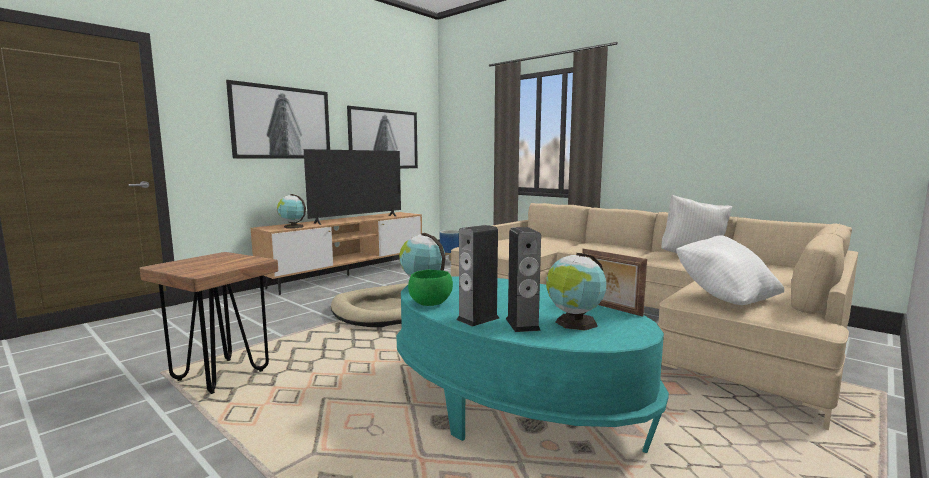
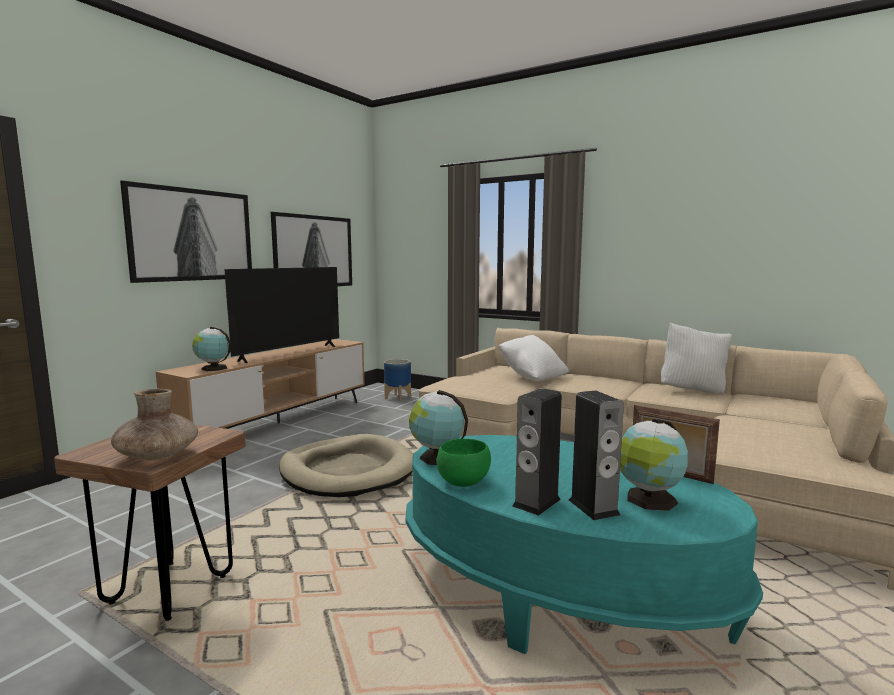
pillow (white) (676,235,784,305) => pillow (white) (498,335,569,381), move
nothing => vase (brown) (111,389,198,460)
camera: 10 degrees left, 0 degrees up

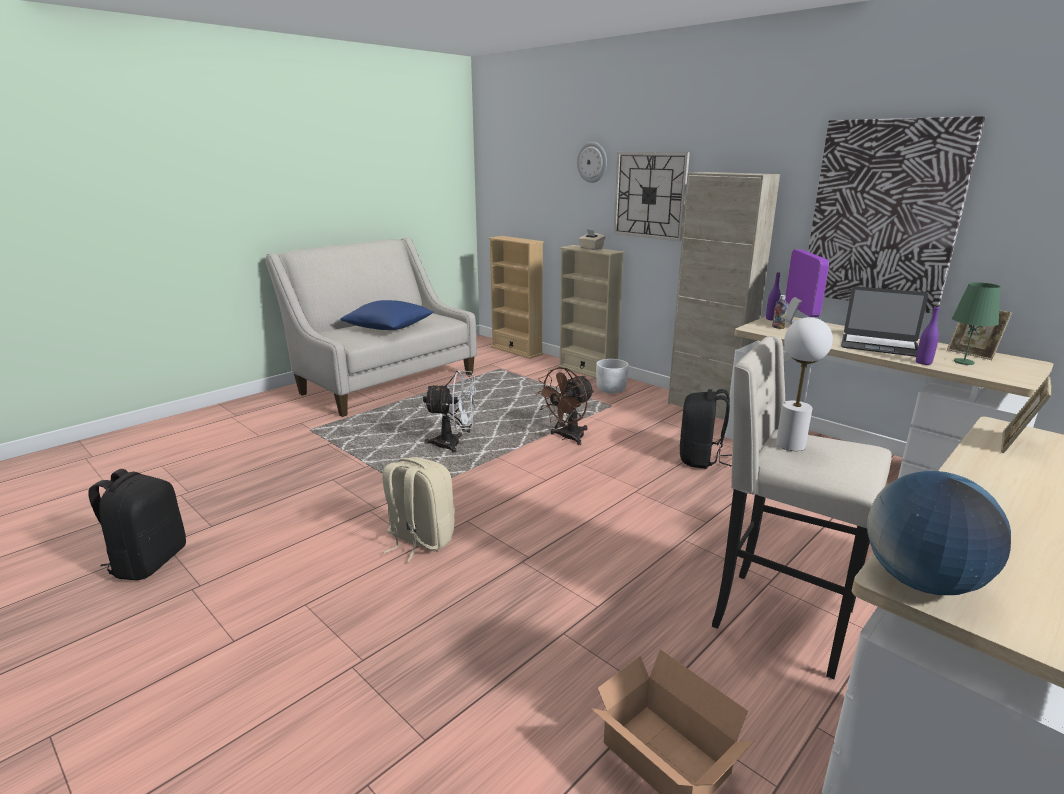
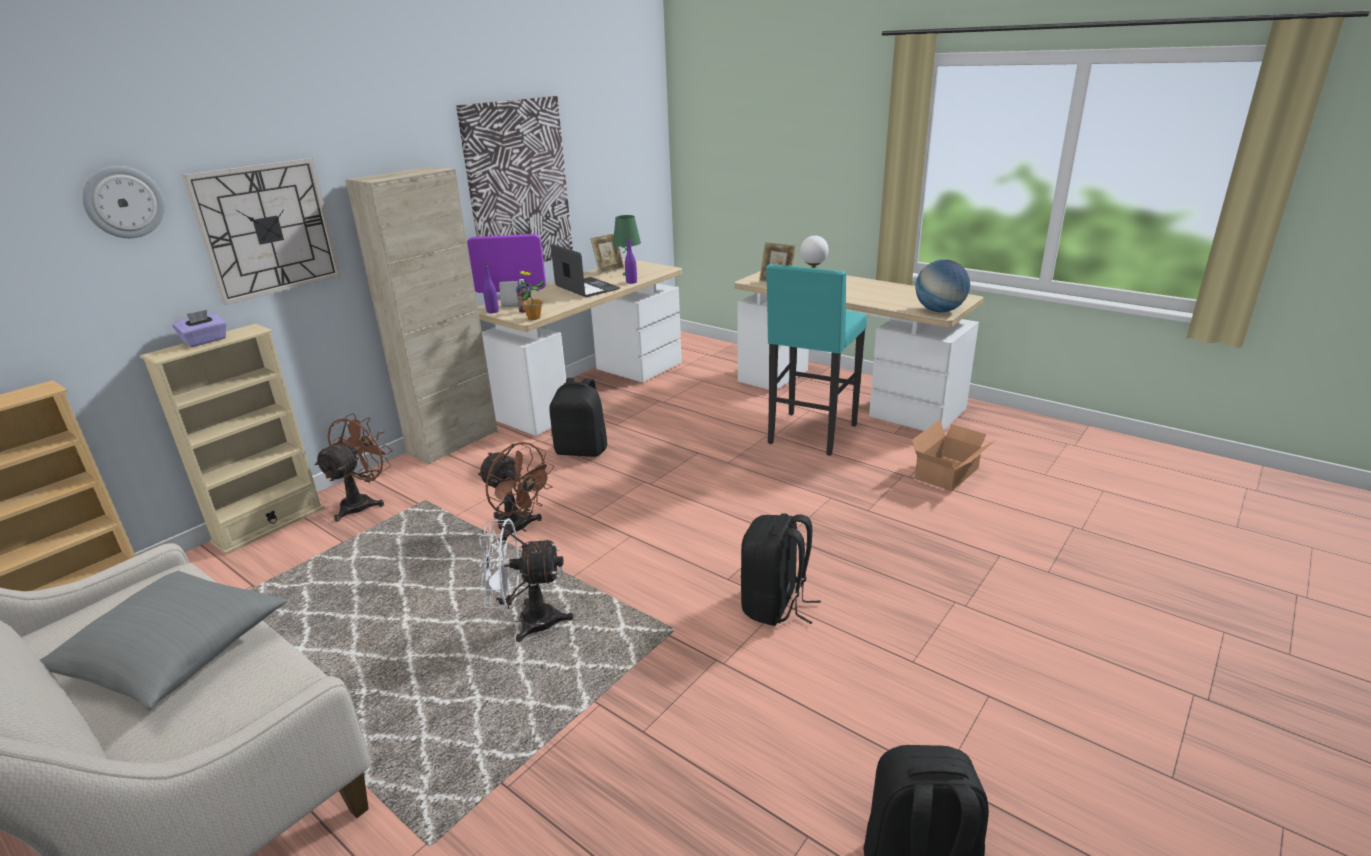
tissue box (beige) (578,229,606,250) => tissue box (purple) (172,310,226,347)
laptop (841,286,928,357) => laptop (551,244,620,297), 60 degrees counterclockwise
pillow (blue) (340,300,434,330) => pillow (grey) (40,571,288,710)
stool (beige) (712,336,892,679) => stool (turquoise) (766,264,867,456)
planter (white) (596,359,629,393) => fan (brown) (314,413,392,522)
fan (white) (423,370,476,453) => fan (white) (477,518,574,642), 90 degrees counterclockwise
backpack (beige) (382,457,455,563) => backpack (black) (741,513,821,626)
nothing => potted plant (518,271,544,320)
camera: 95 degrees left, 5 degrees up

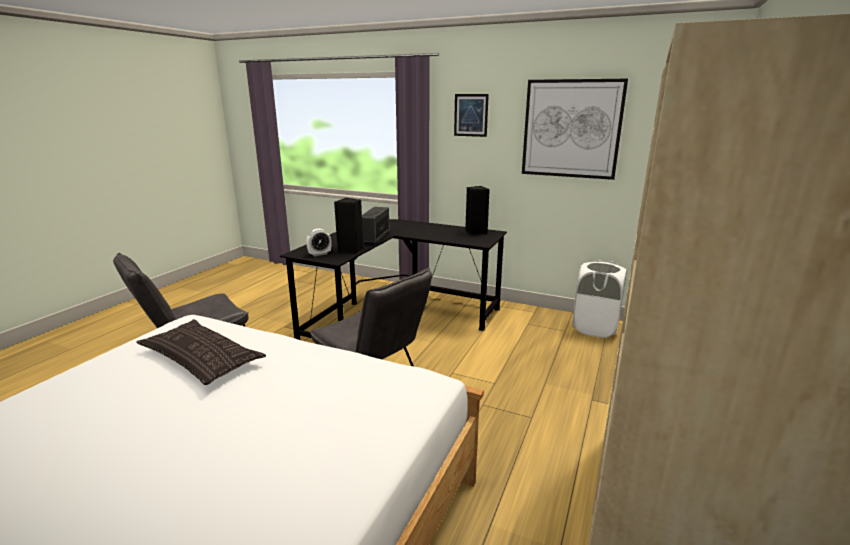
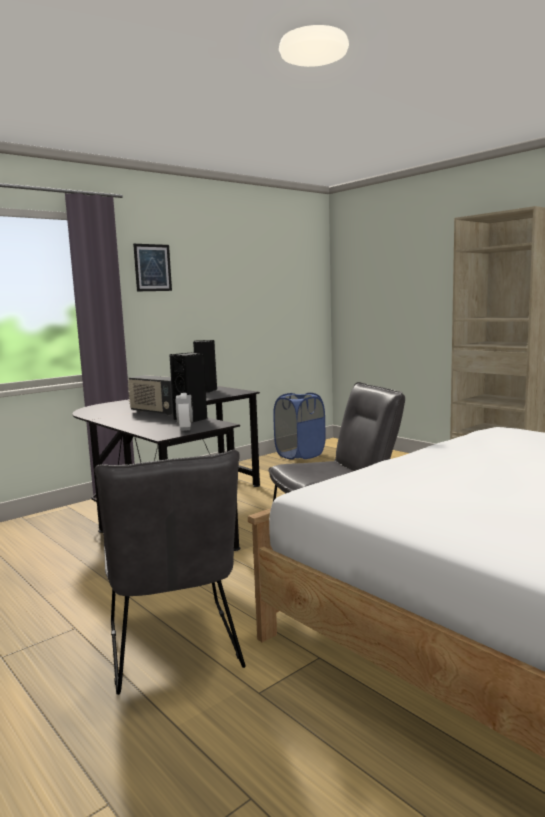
picture (522,79,628,180) => nothing
laundry basket (white) (572,260,627,338) => laundry basket (blue) (273,393,326,459)
pillow (136,319,266,385) => nothing
camera: 65 degrees left, 10 degrees down

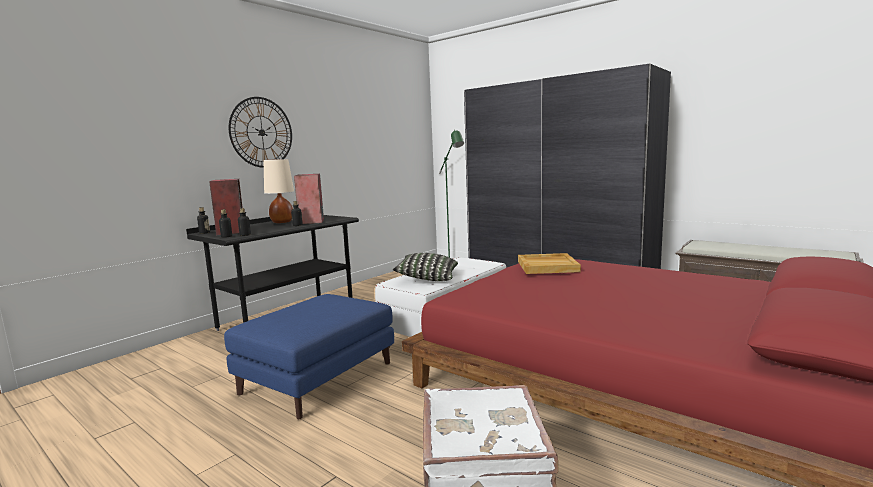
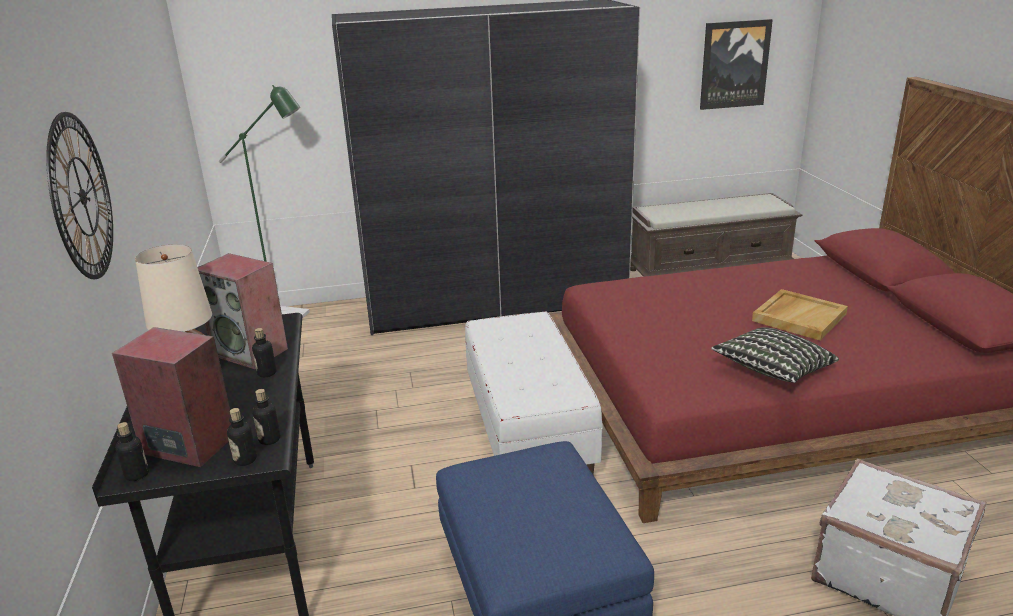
pillow (393,253,458,281) => pillow (711,327,839,383), move
tray (beige) (518,253,581,274) => tray (beige) (752,289,848,341), move
nothing => picture (700,19,773,110)
camera: 50 degrees left, 15 degrees up

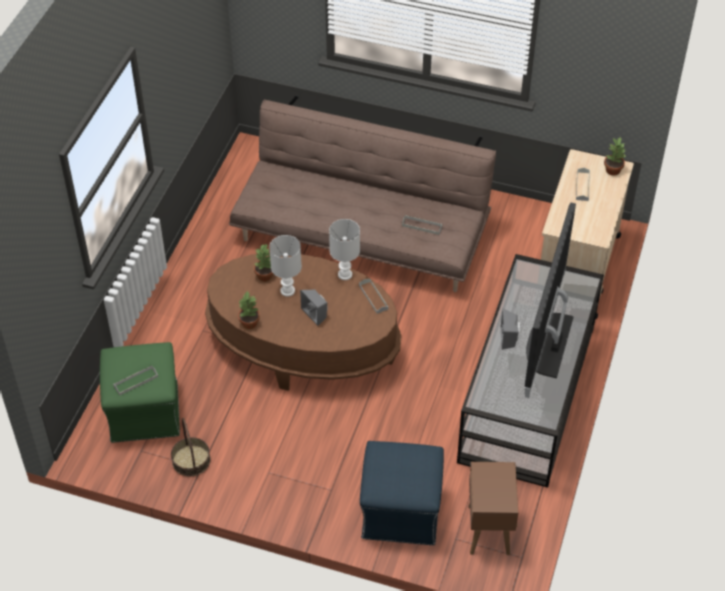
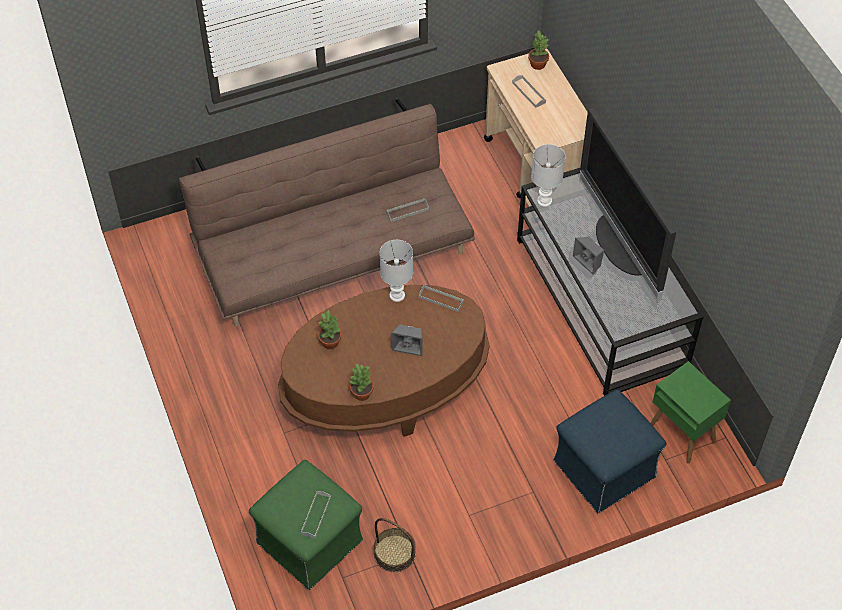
table lamp (white) (269,235,302,297) => table lamp (white) (531,144,565,207), move
side table (brown) (468,462,518,555) => side table (green) (650,361,731,464)
camera: 40 degrees left, 5 degrees up

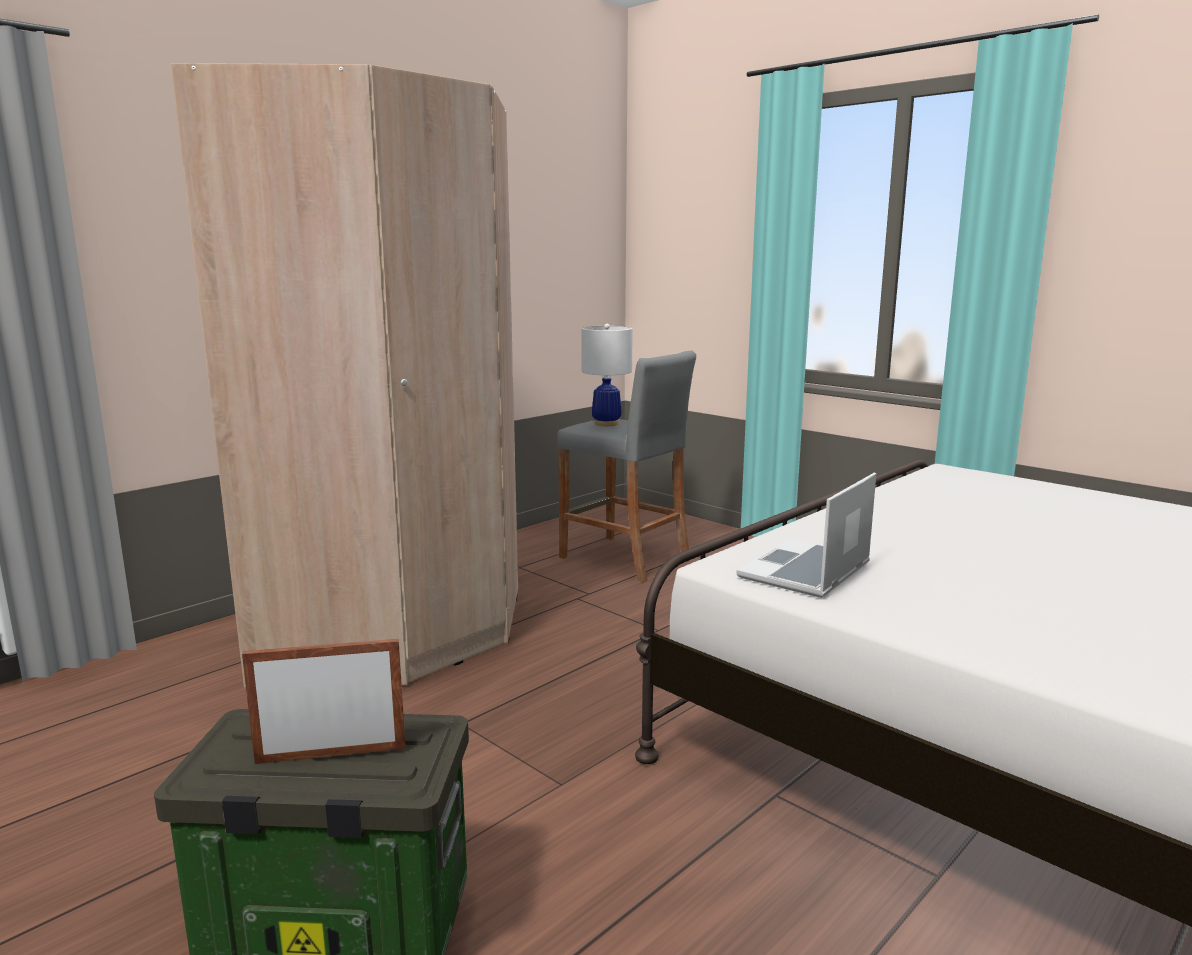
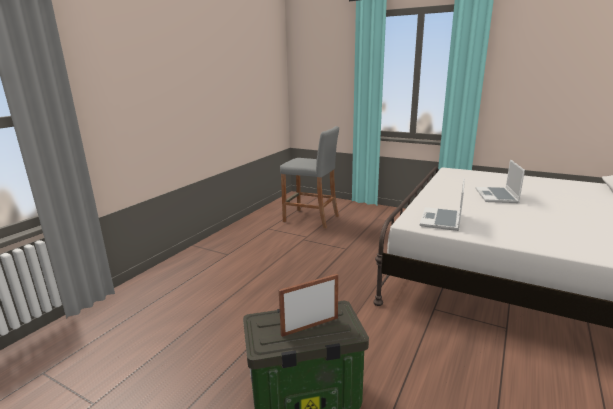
wardrobe (beige) (171,63,518,688) => nothing
table lamp (white) (581,324,633,426) => nothing
nothing => laptop (475,159,525,203)
camera: 15 degrees left, 5 degrees up

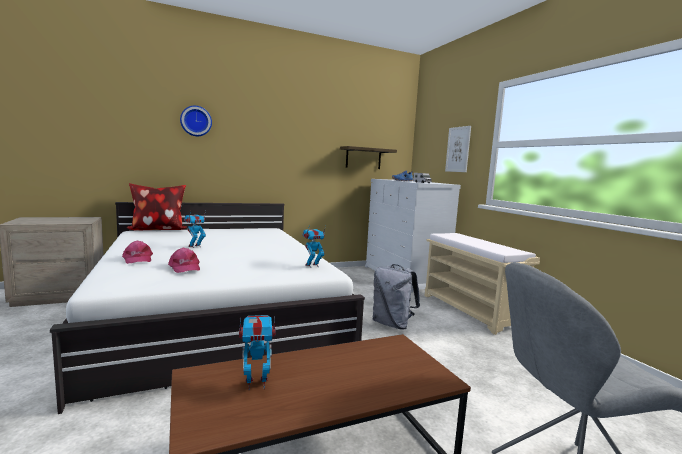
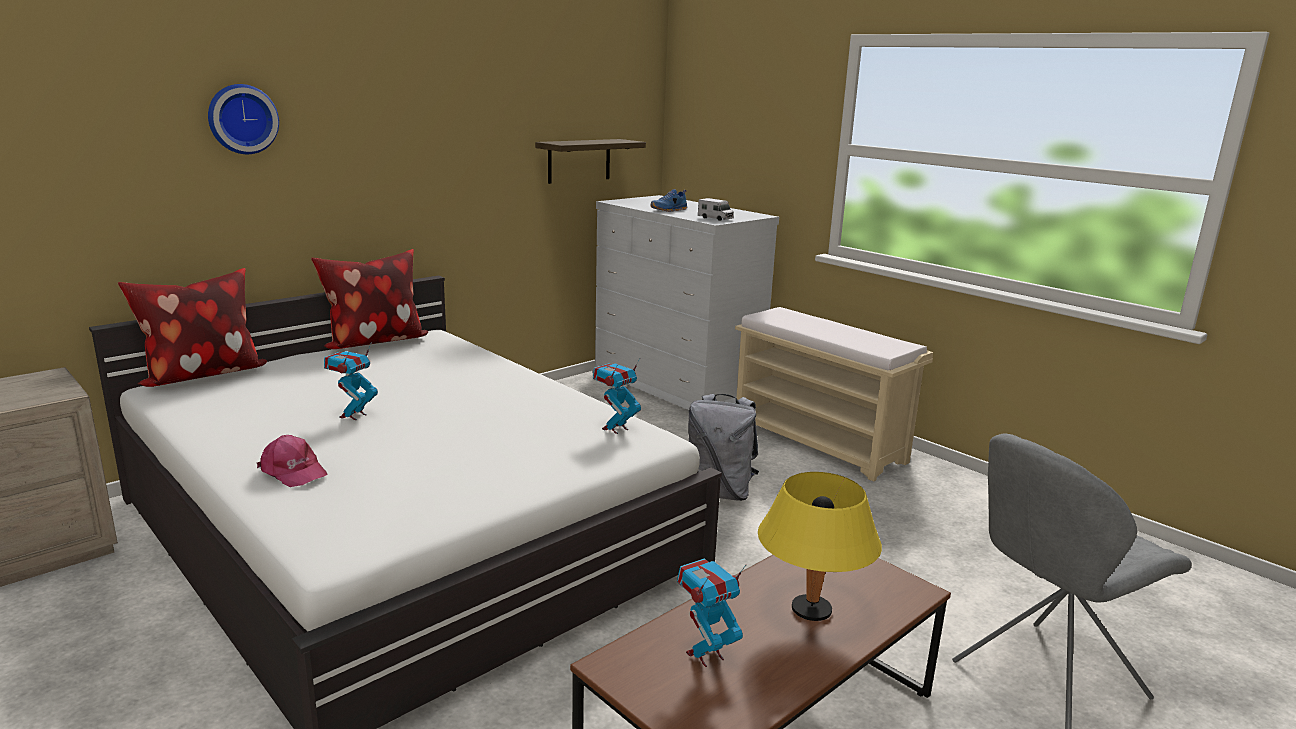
picture (445,126,471,172) => nothing
cap (pink) (168,248,200,273) => nothing
nothing => pillow (311,249,428,349)
nothing => table lamp (yellow) (758,472,882,621)
camera: 20 degrees left, 10 degrees up

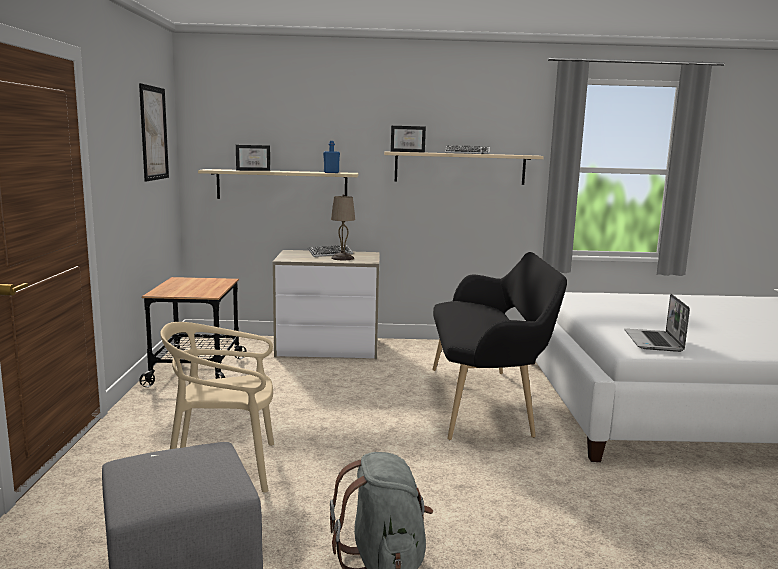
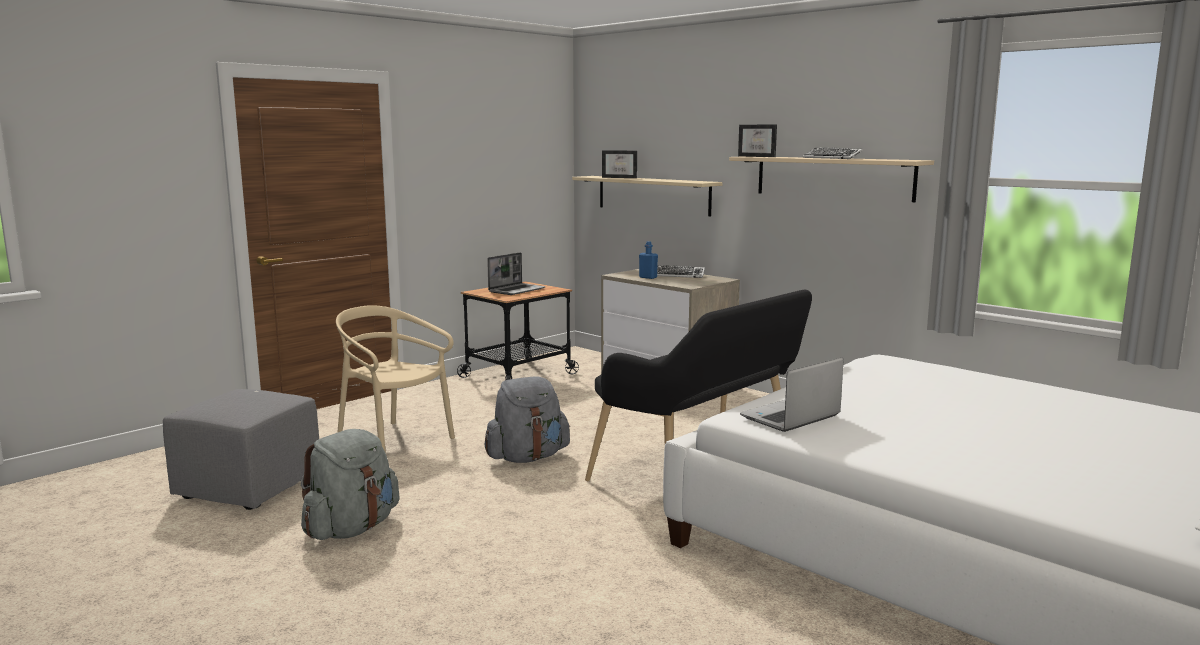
picture (139,83,169,181) => nothing
bottle (blue) (323,141,340,173) => bottle (blue) (639,241,658,279), move
table lamp (beige) (331,194,355,260) => nothing
nothing => laptop (487,252,546,295)
nothing => backpack (grey) (484,377,570,463)
camera: 45 degrees right, 0 degrees up

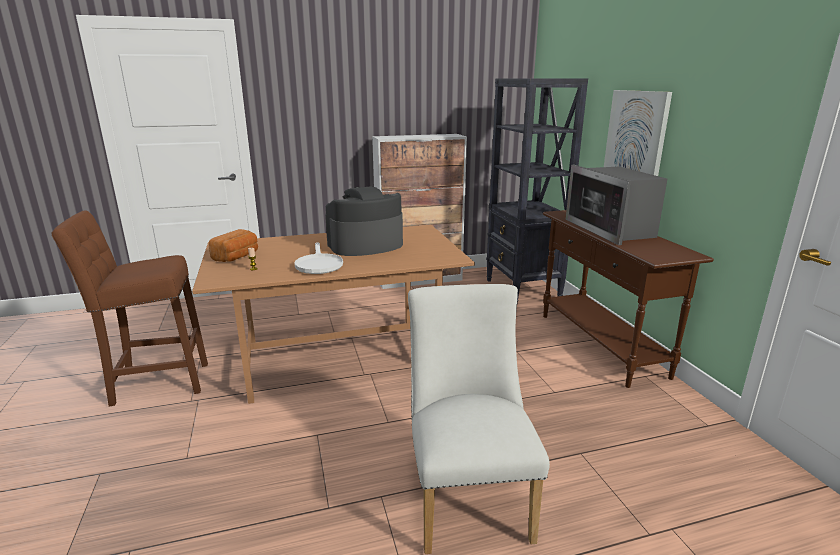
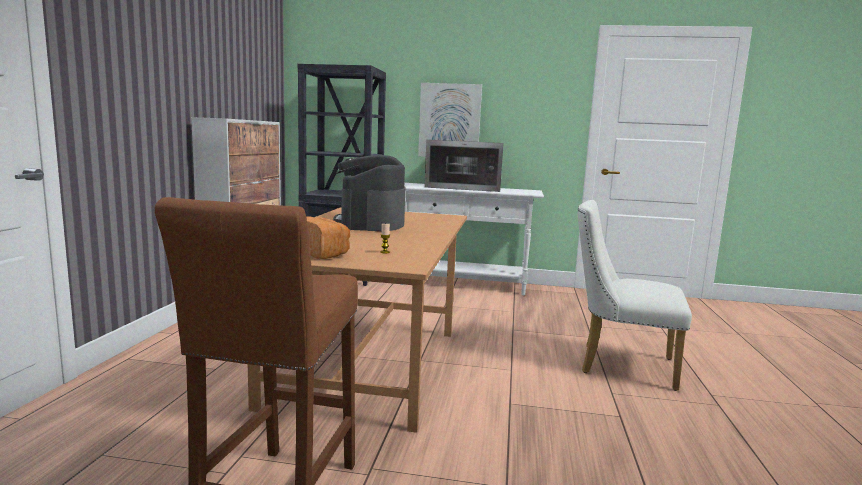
console table (brown) (543,210,714,388) => console table (white) (400,183,544,295)
frying pan (white) (294,242,343,274) => nothing
camera: 65 degrees left, 10 degrees down

